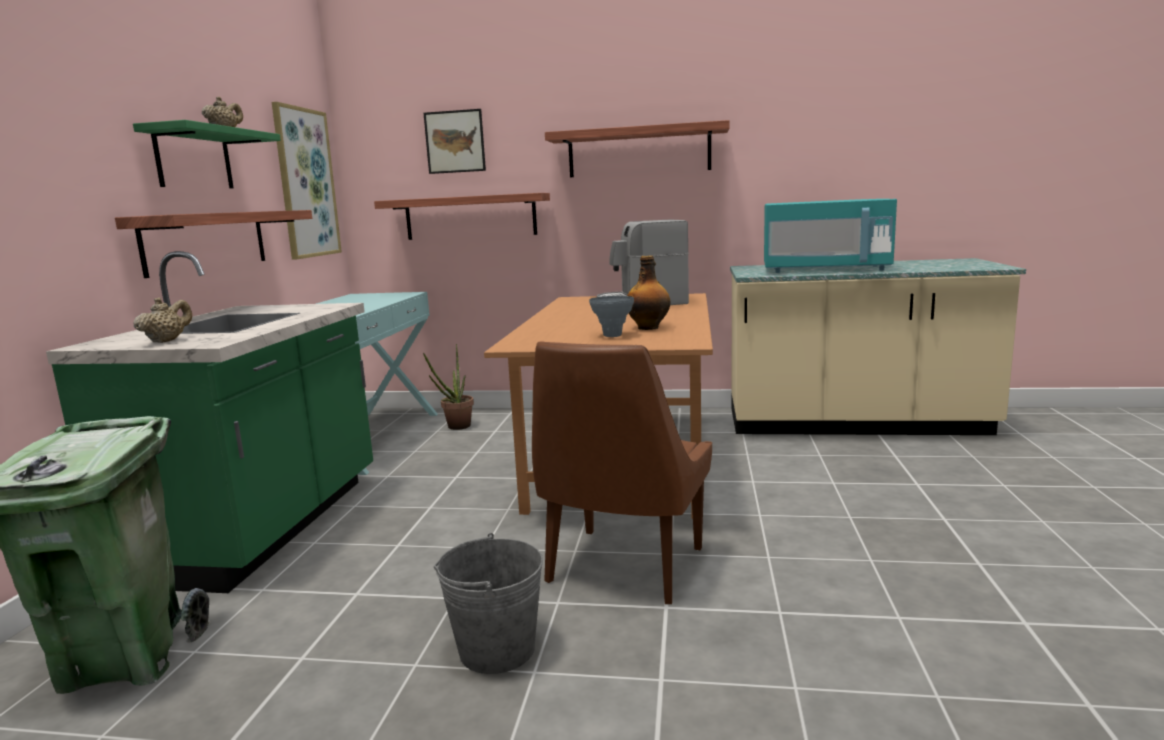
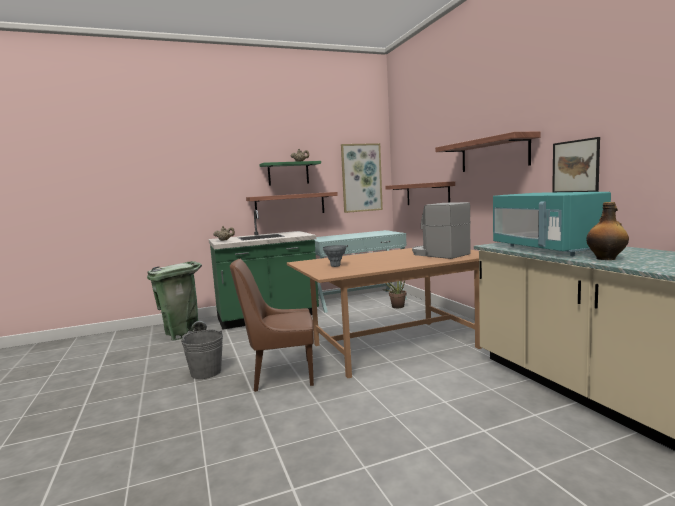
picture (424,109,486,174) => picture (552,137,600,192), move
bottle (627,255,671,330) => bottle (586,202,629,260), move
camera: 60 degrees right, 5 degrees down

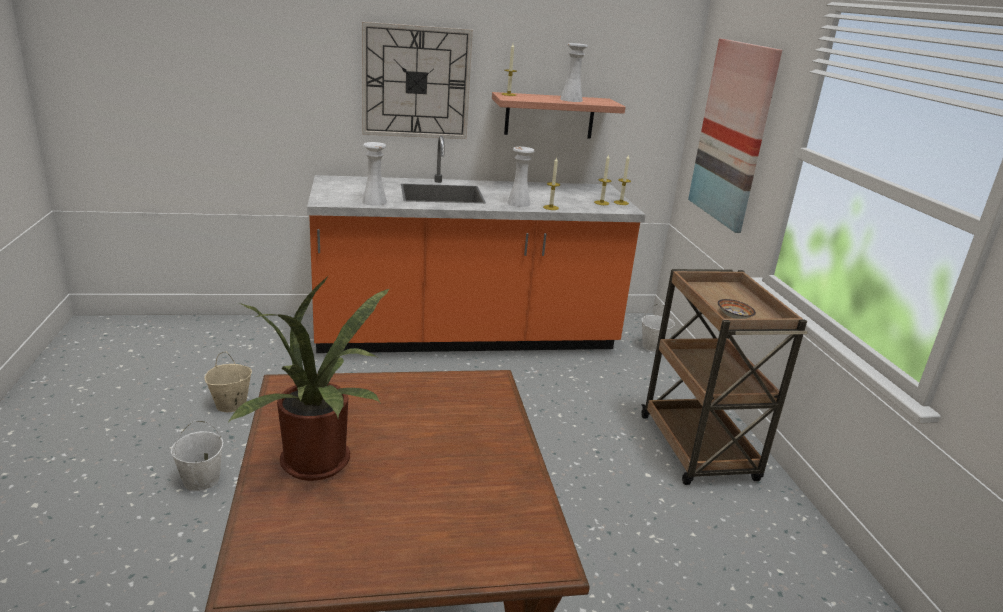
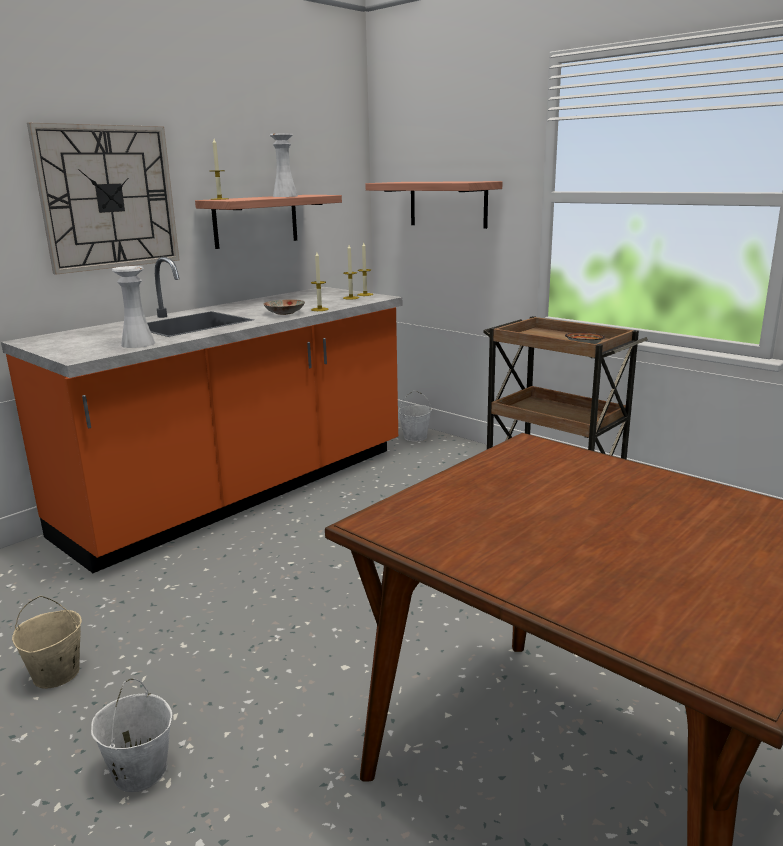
picture (688,39,782,233) => shelf (365,181,502,229)
vase (white) (507,147,534,207) => plate (263,299,305,315)
potted plant (229,276,389,481) => nothing
camera: 35 degrees left, 5 degrees down

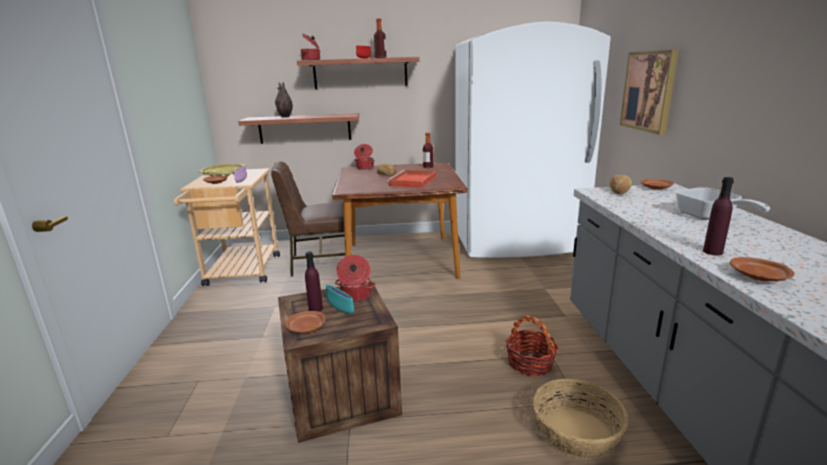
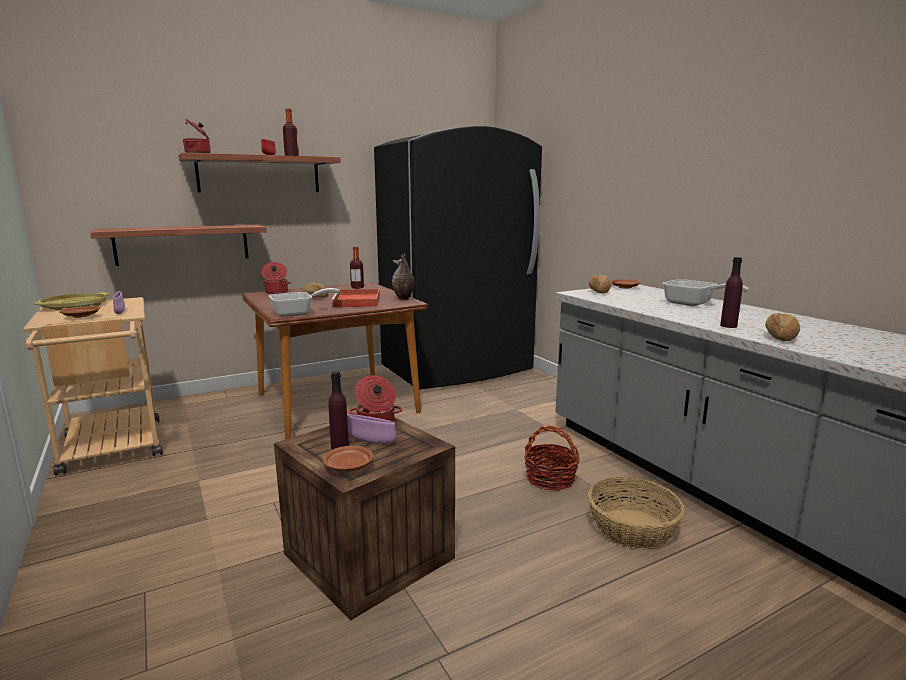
fridge (white) (456,22,611,257) => fridge (black) (374,126,542,390)
picture (620,50,678,135) => nothing
vase (275,82,293,118) => vase (392,254,414,300), move
chair (brown) (271,161,345,277) => nothing
plate (brown) (730,257,794,281) => bread (765,313,800,341)
bowl (turquoise) (326,285,354,314) => bowl (purple) (347,414,396,444)
nothing => frying pan (269,288,340,317)
camera: 25 degrees left, 5 degrees down

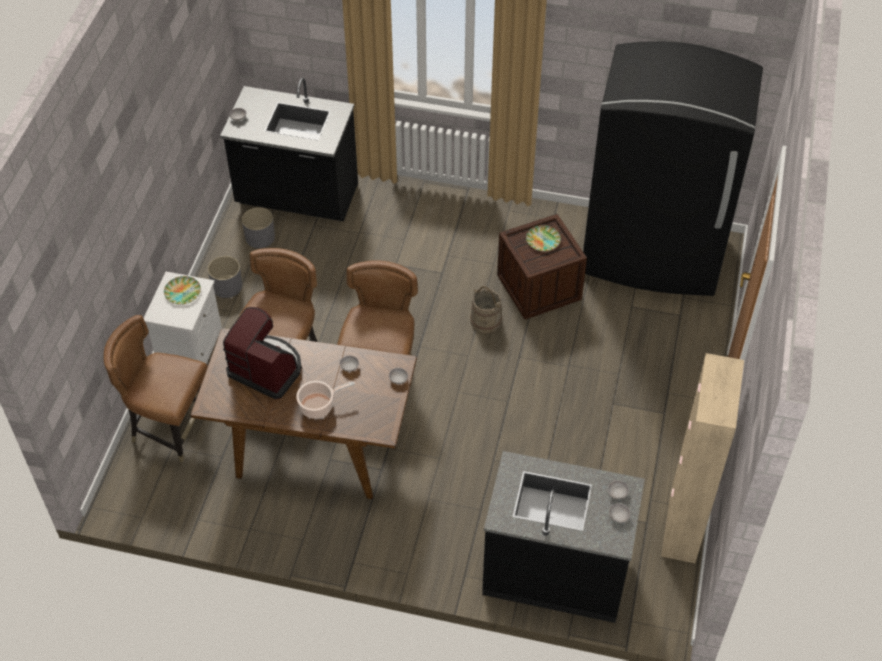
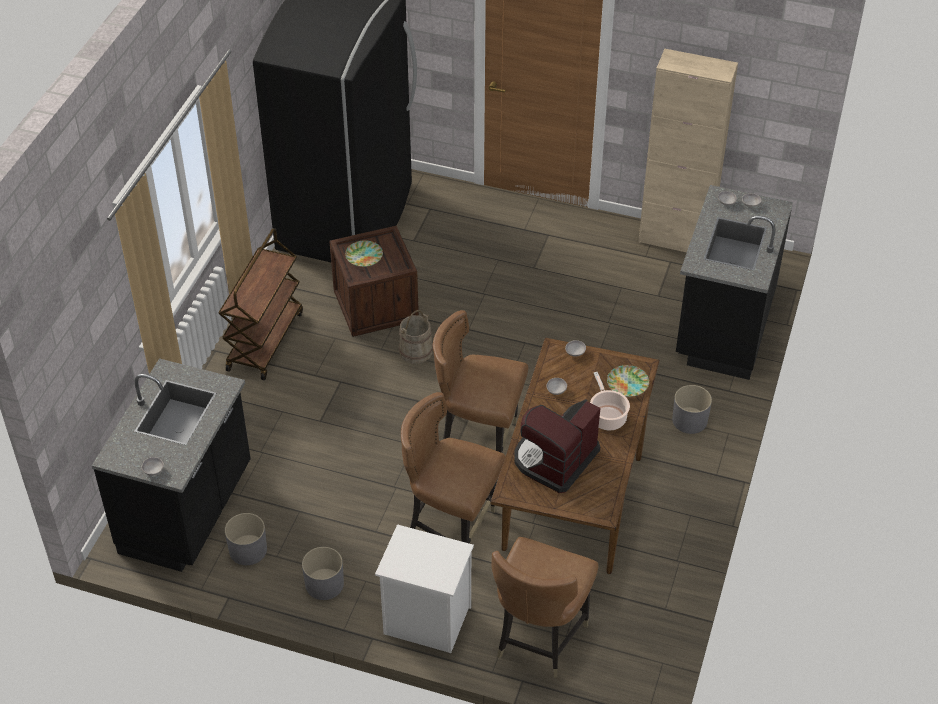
plate (164,276,201,305) => plate (607,365,649,397), move
nothing => cart (brown) (218,228,303,380)
nothing => planter (grey) (672,385,712,434)
camera: 85 degrees left, 5 degrees down

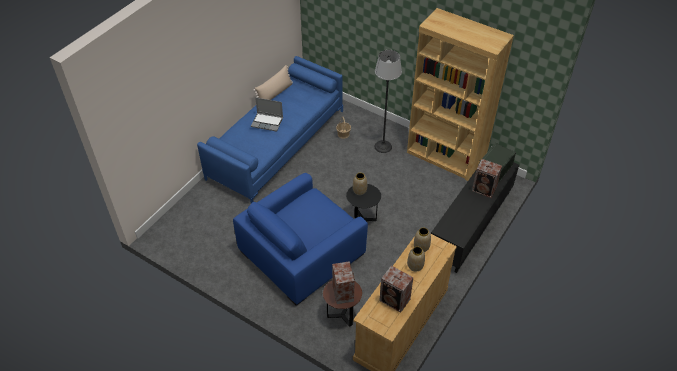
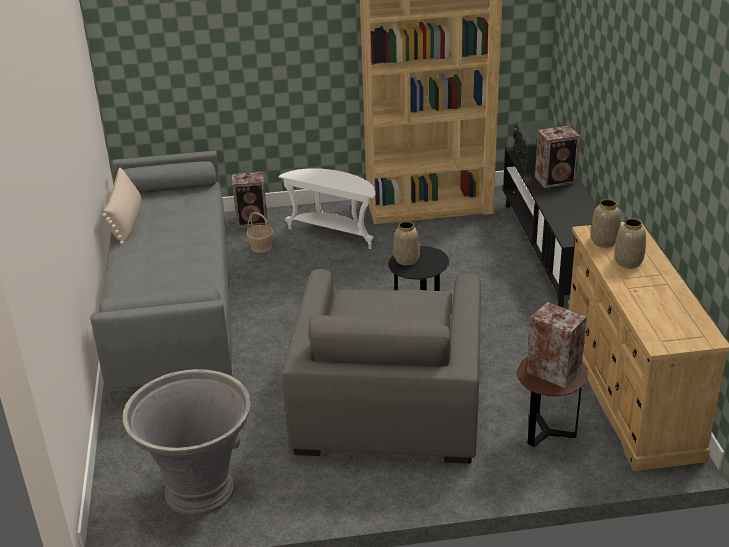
floor lamp (374,50,402,153) => side table (white) (278,168,376,249)
sofa (blue) (197,56,343,203) => sofa (grey) (90,151,233,405)
laptop (251,98,283,132) => nothing
armchair (blue) (233,173,368,305) => armchair (grey) (282,269,481,464)
speaker (379,266,413,313) => speaker (232,171,268,227), move
nothing => planter (grey) (123,369,251,516)
camera: 40 degrees left, 15 degrees down

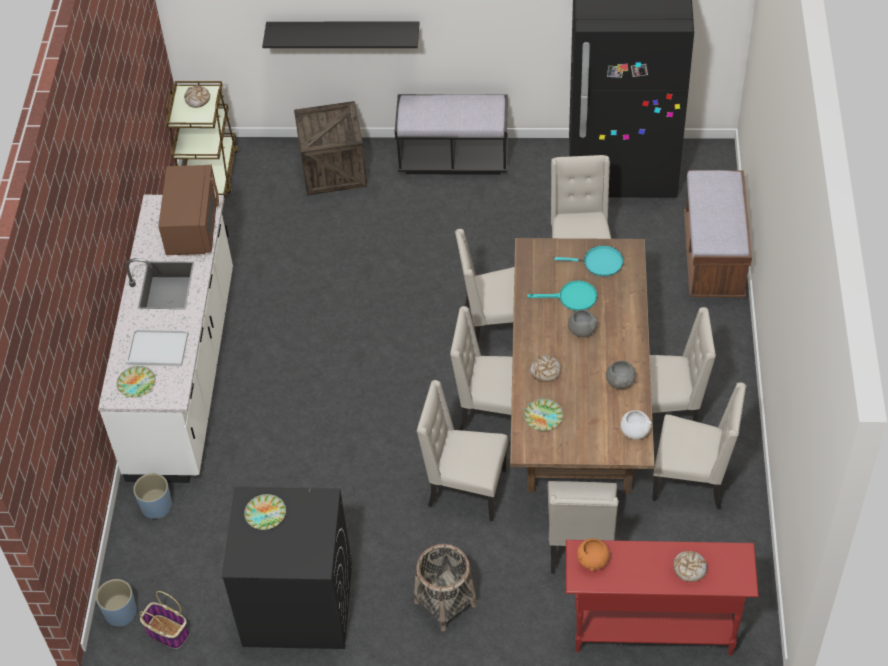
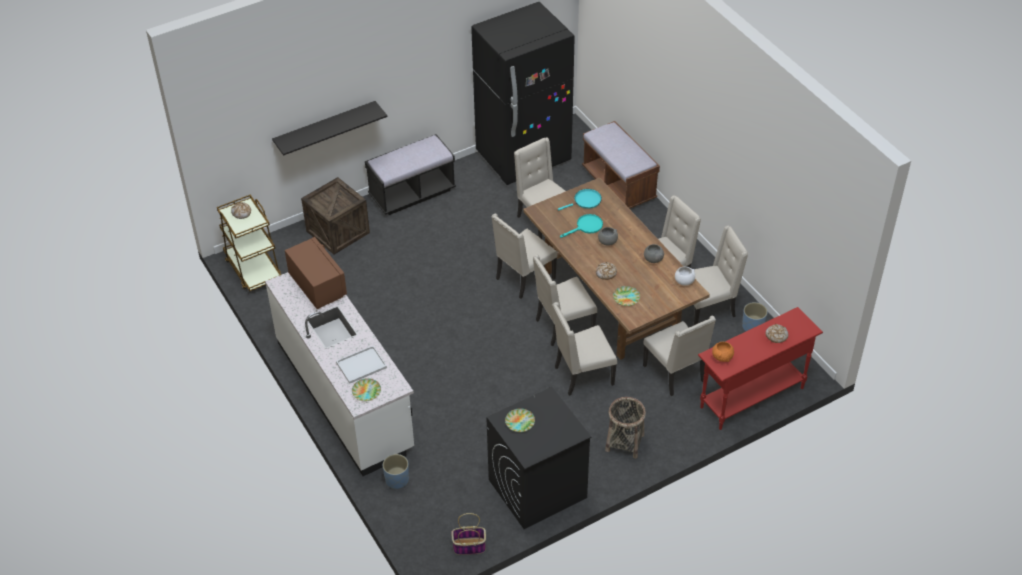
planter (blue) (96,579,137,627) => planter (blue) (742,302,767,331), move
camera: 35 degrees left, 5 degrees down

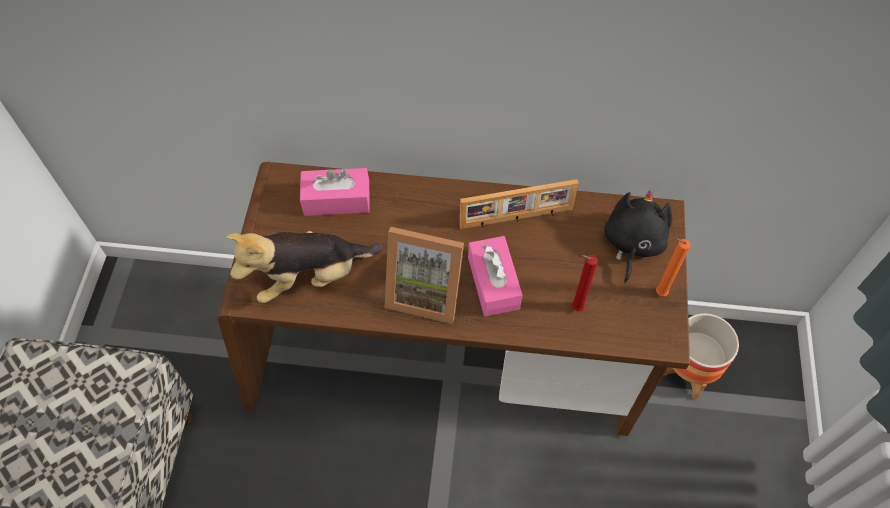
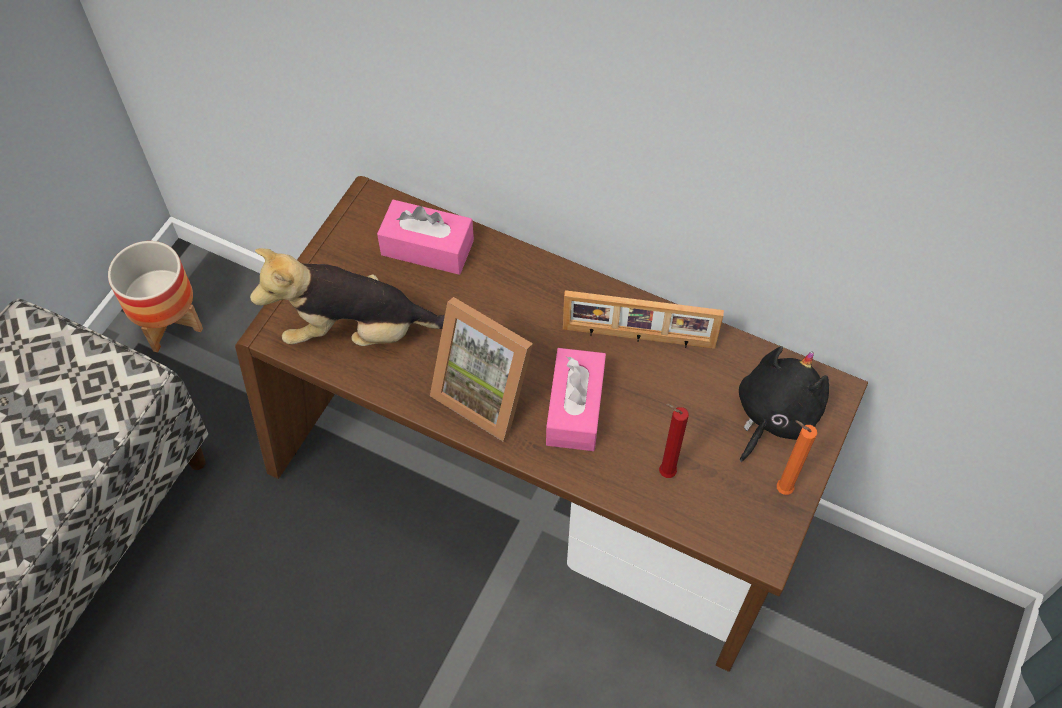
planter (663,313,739,399) => planter (108,241,203,352), move
camera: 20 degrees right, 0 degrees up

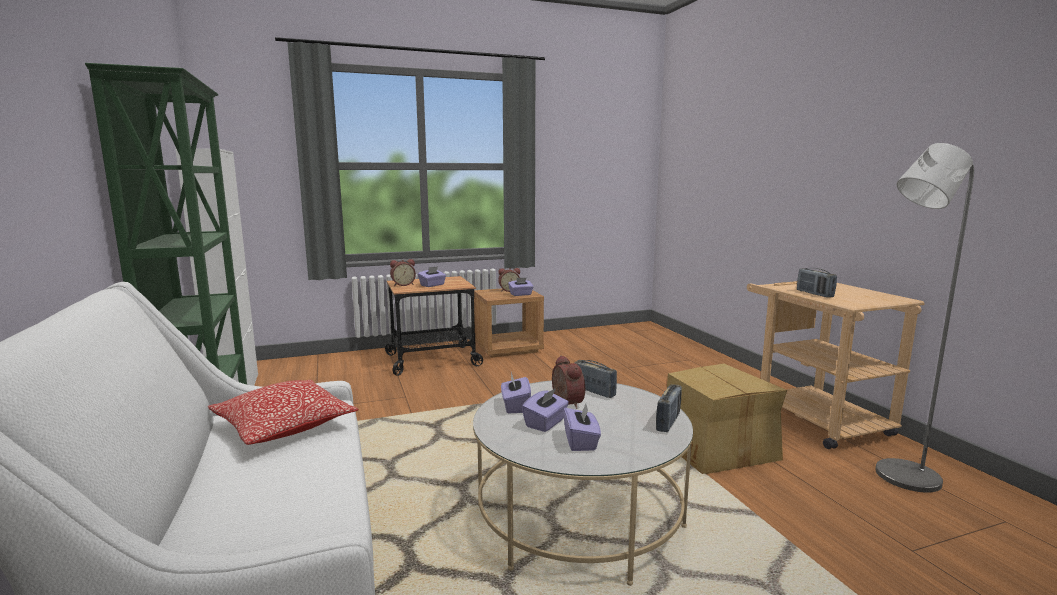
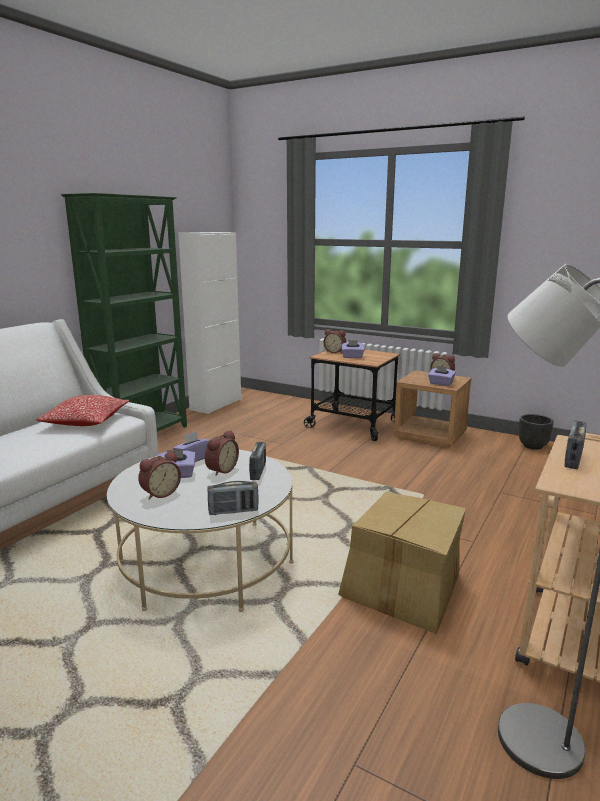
tissue box (purple) (563,404,601,451) => alarm clock (138,451,181,500)
nothing => planter (black) (519,414,554,449)
camera: 50 degrees right, 5 degrees up

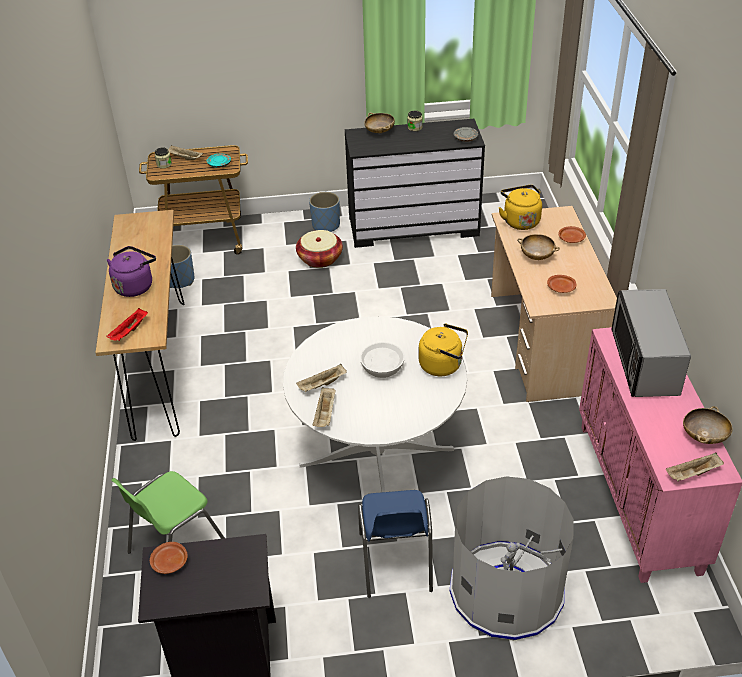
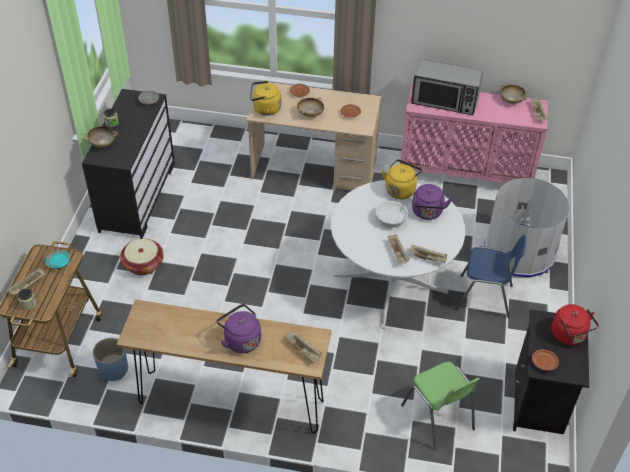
planter (blue) (309,192,340,232) => nothing
tray (red) (106,308,148,341) => tray (beige) (285,331,322,362)
nothing => kettle (purple) (412,184,452,220)
nothing => kettle (red) (551,304,599,345)
camera: 75 degrees left, 5 degrees up

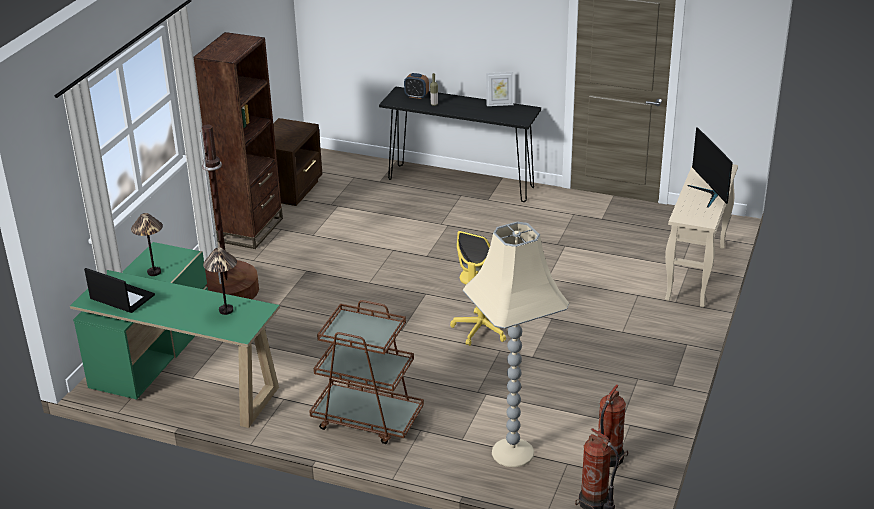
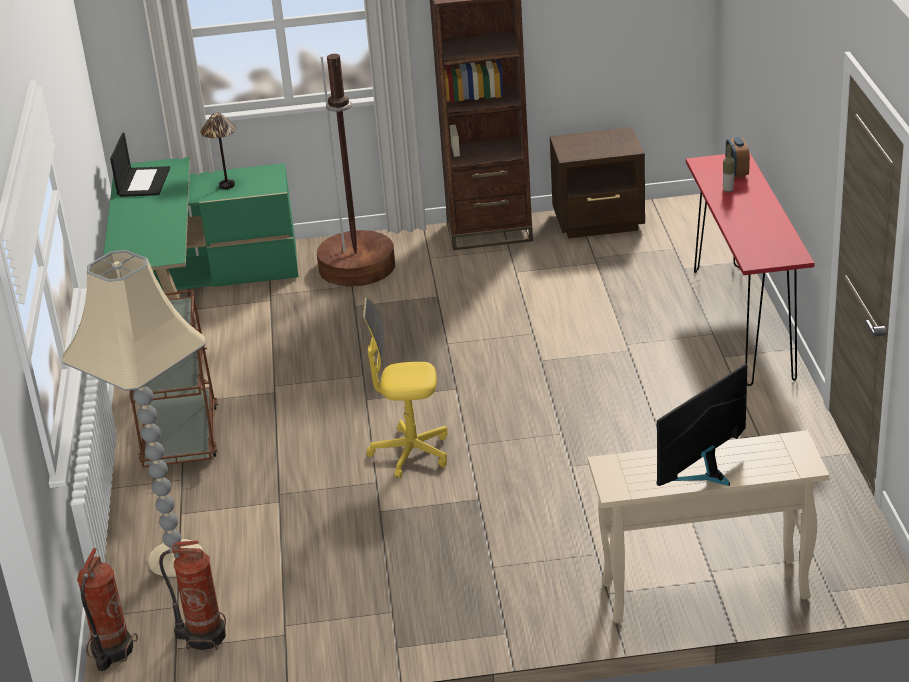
picture frame (486,72,514,106) => nothing
console table (black) (379,87,541,202) => console table (red) (686,152,815,386)
table lamp (203,248,237,315) => nothing
camera: 65 degrees right, 0 degrees up

